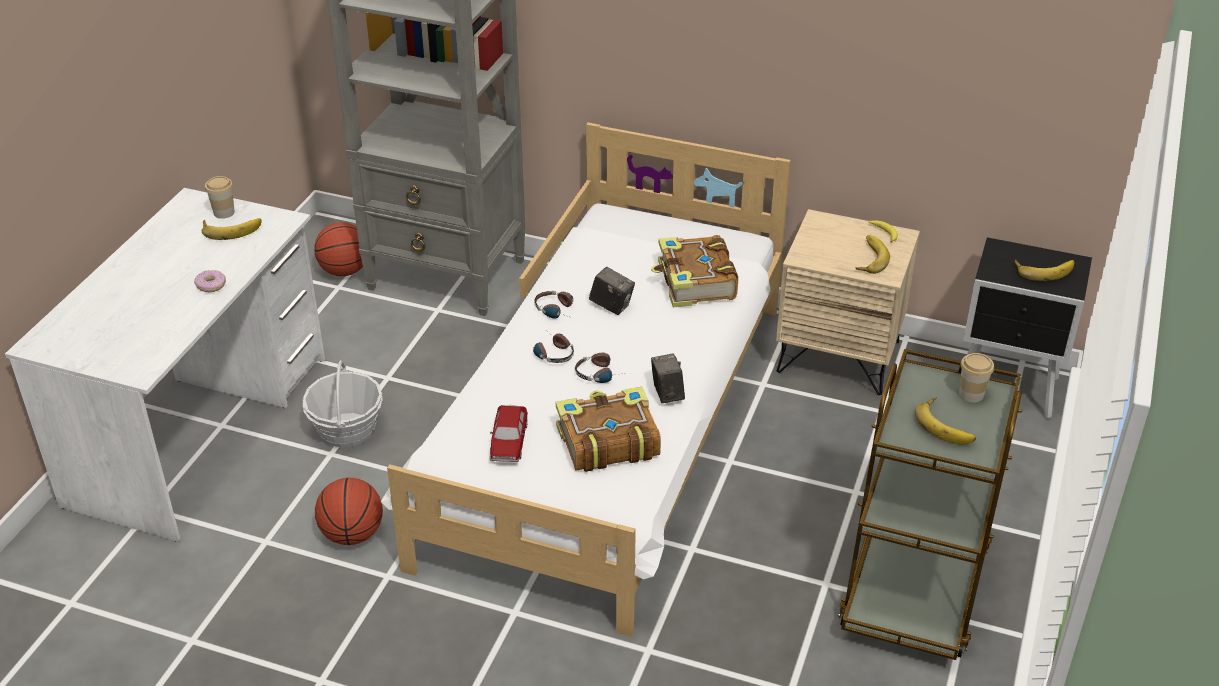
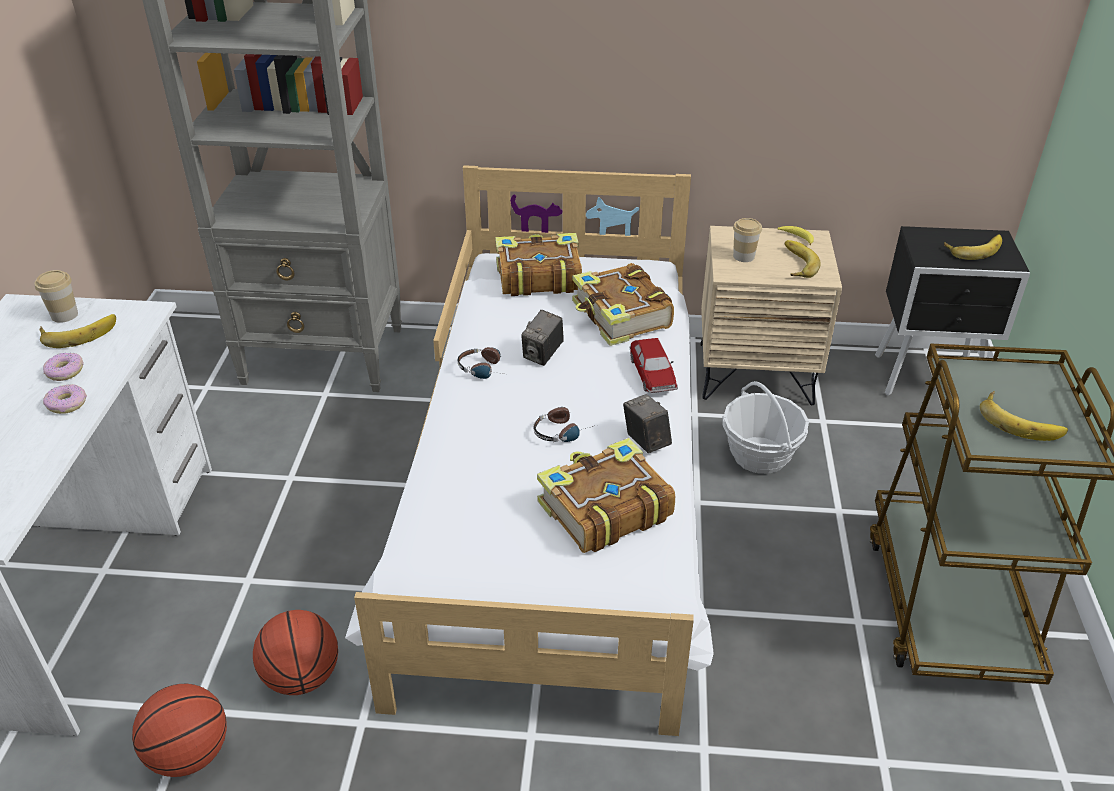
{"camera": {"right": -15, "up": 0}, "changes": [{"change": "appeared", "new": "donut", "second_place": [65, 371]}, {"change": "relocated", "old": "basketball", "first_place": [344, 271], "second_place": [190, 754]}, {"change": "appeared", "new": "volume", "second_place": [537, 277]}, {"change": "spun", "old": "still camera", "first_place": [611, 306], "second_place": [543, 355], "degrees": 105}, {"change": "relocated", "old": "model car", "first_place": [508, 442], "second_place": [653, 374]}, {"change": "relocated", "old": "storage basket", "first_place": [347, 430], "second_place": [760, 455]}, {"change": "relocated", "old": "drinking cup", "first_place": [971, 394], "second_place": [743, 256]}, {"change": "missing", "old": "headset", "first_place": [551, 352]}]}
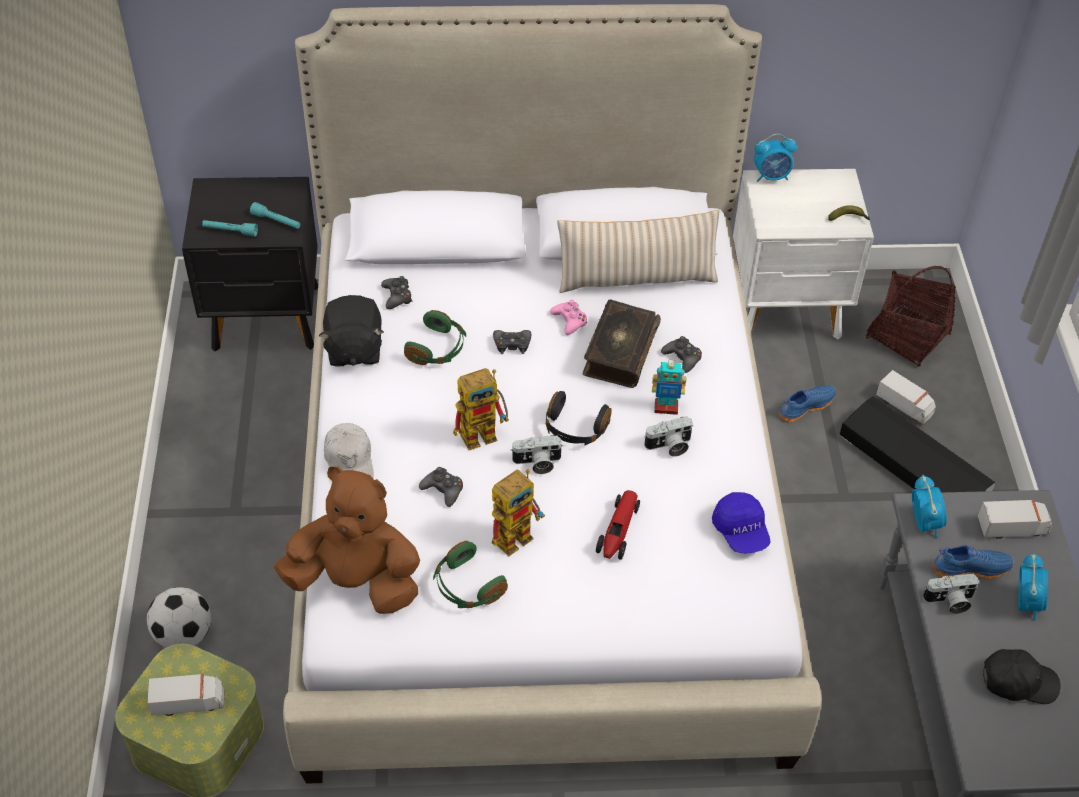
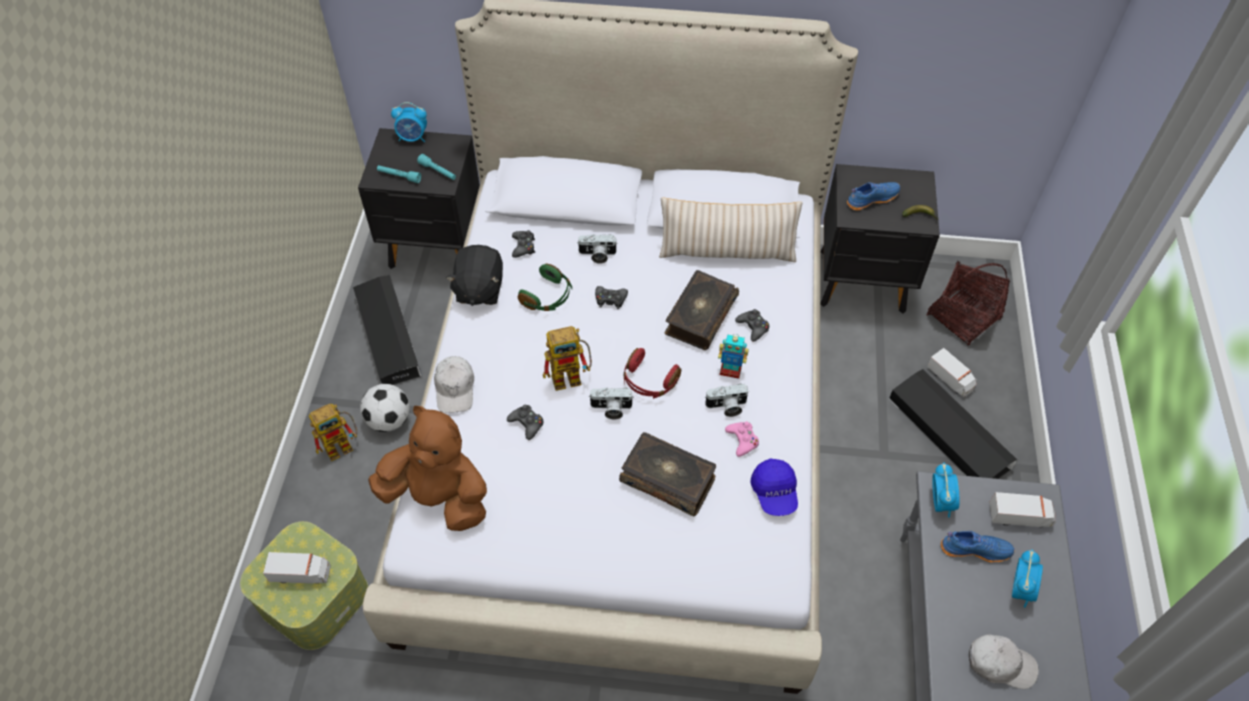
{"camera": {"right": 10, "up": 5}, "changes": [{"change": "relocated", "old": "robot figure", "first_place": [517, 533], "second_place": [343, 444]}, {"change": "appeared", "new": "black-coloured storage bin", "second_place": [388, 335]}, {"change": "relocated", "old": "football", "first_place": [183, 635], "second_place": [389, 420]}, {"change": "relocated", "old": "table clock", "first_place": [771, 176], "second_place": [413, 138]}, {"change": "relocated", "old": "still camera", "first_place": [949, 601], "second_place": [597, 255]}, {"change": "exchanged", "old": "model car", "new": "volume", "first_place": [618, 531], "second_place": [668, 479]}, {"change": "colour", "old": "black-coloured headset", "new": "red-coloured headset", "first_place": [575, 428], "second_place": [649, 381]}, {"change": "relocated", "old": "pink gamepad", "first_place": [569, 321], "second_place": [742, 440]}, {"change": "colour", "old": "white bedside table", "new": "black-coloured bedside table", "first_place": [787, 309], "second_place": [863, 282]}, {"change": "relocated", "old": "blue item of footwear", "first_place": [805, 406], "second_place": [871, 199]}, {"change": "colour", "old": "black-coloured cap", "new": "white cap", "first_place": [1018, 681], "second_place": [1000, 663]}, {"change": "missing", "old": "green headset", "first_place": [467, 586]}]}
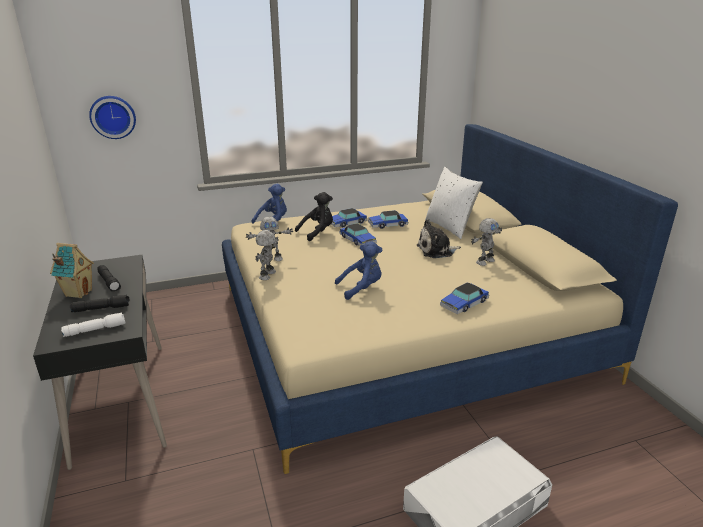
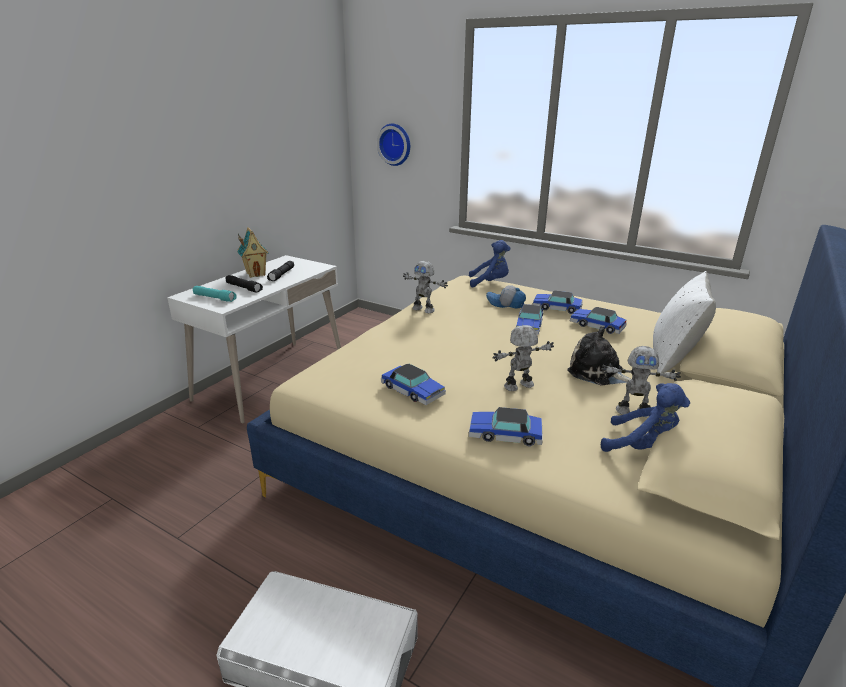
{"camera": {"right": 50, "up": 0}, "changes": [{"change": "colour", "old": "black-coloured desk", "new": "white desk", "first_place": [120, 400], "second_place": [271, 379]}, {"change": "colour", "old": "white flashlight", "new": "blue-green flashlight", "first_place": [95, 329], "second_place": [215, 298]}, {"change": "appeared", "new": "model car", "second_place": [412, 391]}, {"change": "exchanged", "old": "black-coloured cuddly toy", "new": "cap", "first_place": [317, 232], "second_place": [505, 304]}, {"change": "relocated", "old": "robot figure", "first_place": [268, 275], "second_place": [519, 386]}, {"change": "relocated", "old": "blue cuddly toy", "first_place": [361, 288], "second_place": [643, 448]}]}
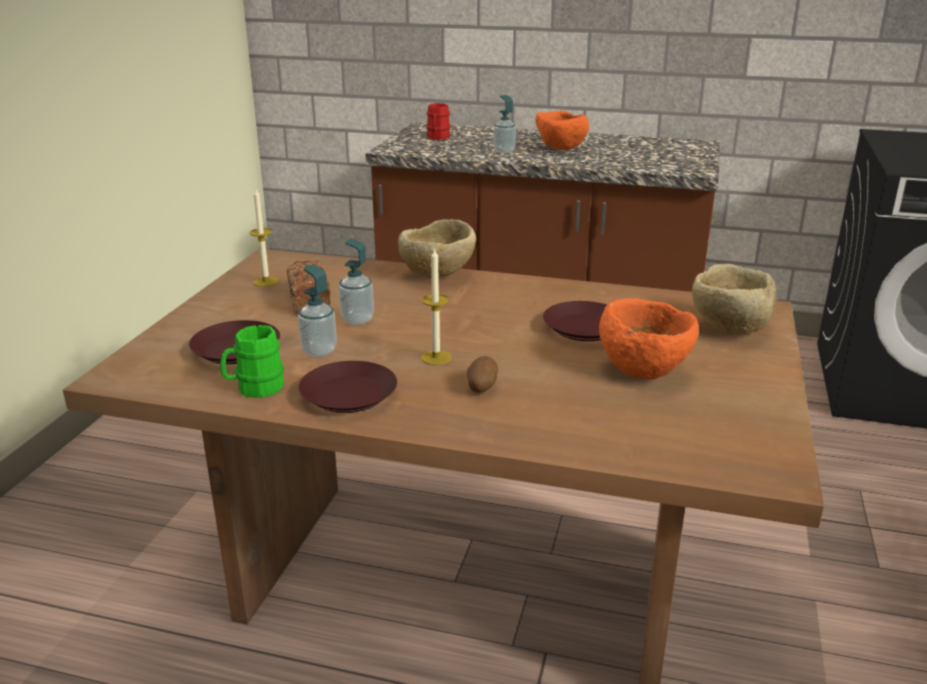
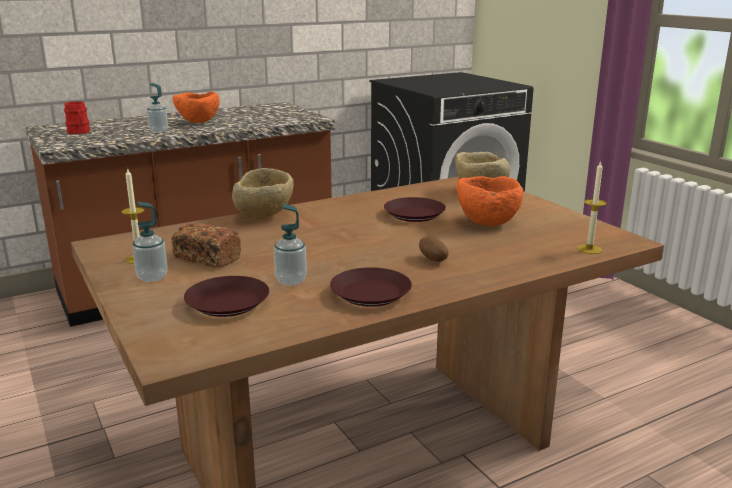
{"camera": {"right": -45, "up": -5}, "changes": [{"change": "relocated", "old": "liquid soap bottle", "first_place": [357, 320], "second_place": [152, 277]}, {"change": "relocated", "old": "wax light", "first_place": [436, 357], "second_place": [589, 249]}, {"change": "missing", "old": "green tea mug", "first_place": [254, 388]}]}
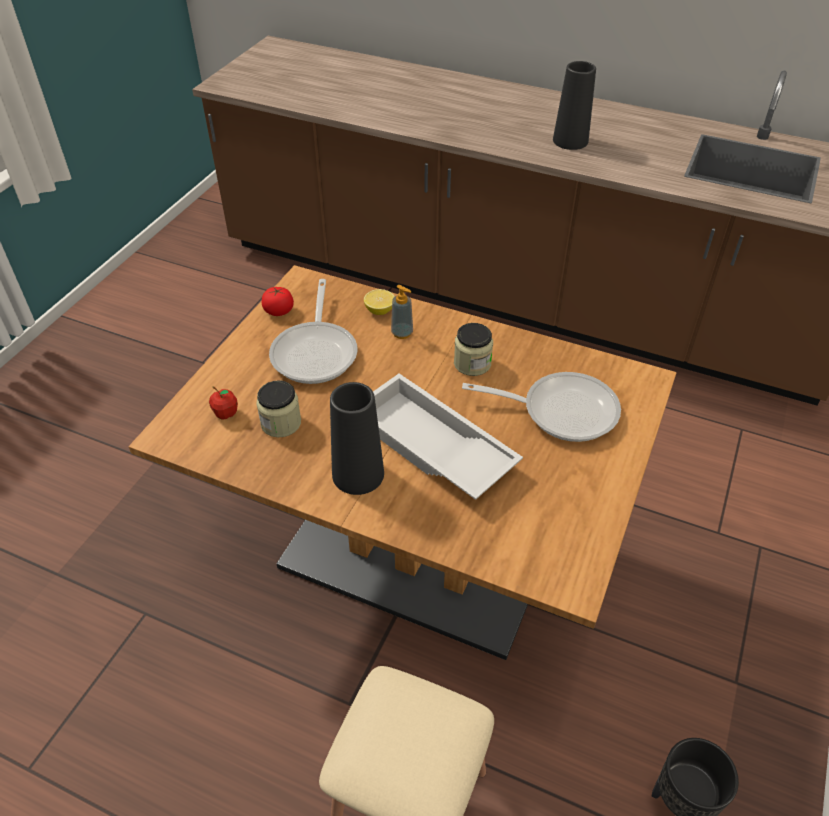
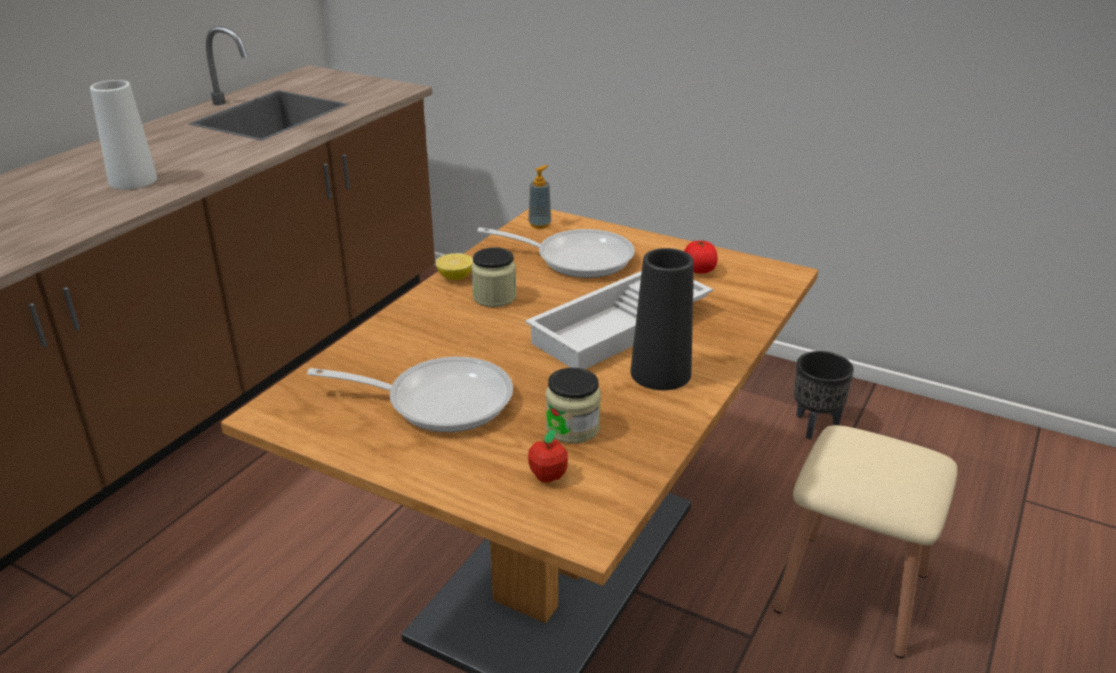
{"camera": {"right": -85, "up": -15}, "changes": [{"change": "colour", "old": "black-coloured decorative vase", "new": "white decorative vase", "first_place": [570, 141], "second_place": [133, 180]}, {"change": "relocated", "old": "citrus fruit", "first_place": [379, 310], "second_place": [455, 277]}, {"change": "spun", "old": "skillet", "first_place": [561, 410], "second_place": [576, 258], "degrees": 90}, {"change": "relocated", "old": "liquid soap bottle", "first_place": [402, 333], "second_place": [540, 224]}, {"change": "relocated", "old": "whole tomato", "first_place": [279, 311], "second_place": [699, 270]}]}
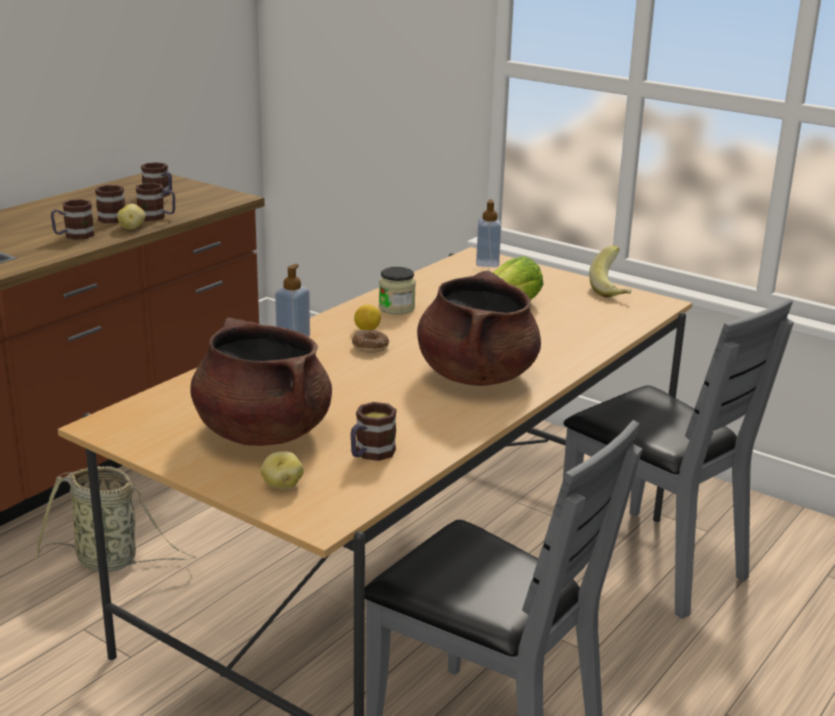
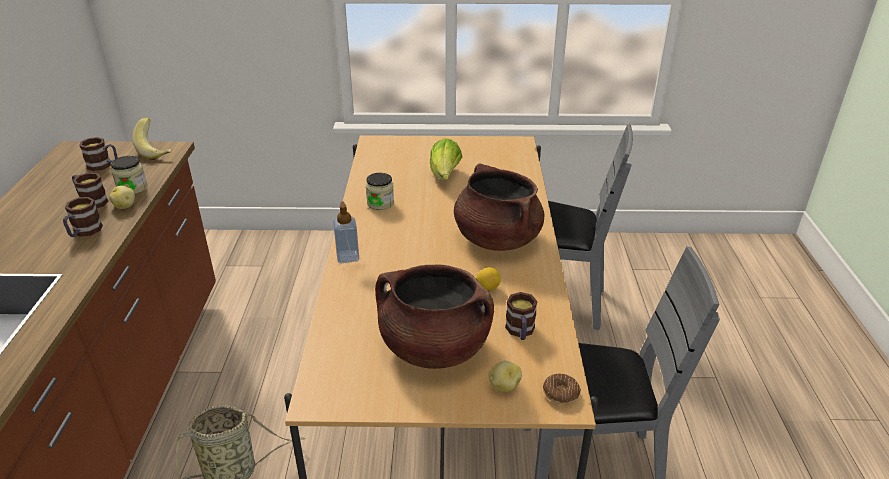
{"camera": {"right": -35, "up": 10}, "changes": [{"change": "exchanged", "old": "tea mug", "new": "jar", "first_place": [157, 217], "second_place": [132, 188]}, {"change": "relocated", "old": "banana", "first_place": [614, 290], "second_place": [157, 151]}, {"change": "relocated", "old": "citrus fruit", "first_place": [367, 330], "second_place": [488, 287]}, {"change": "relocated", "old": "donut", "first_place": [370, 347], "second_place": [560, 393]}, {"change": "missing", "old": "liquid soap bottle", "first_place": [487, 263]}]}
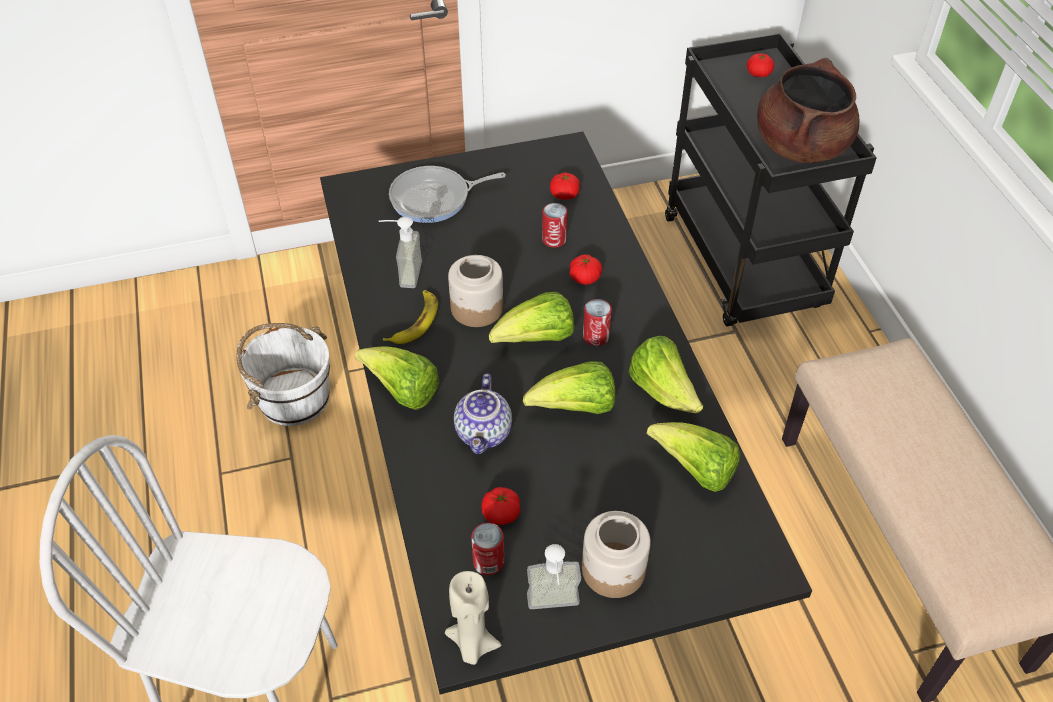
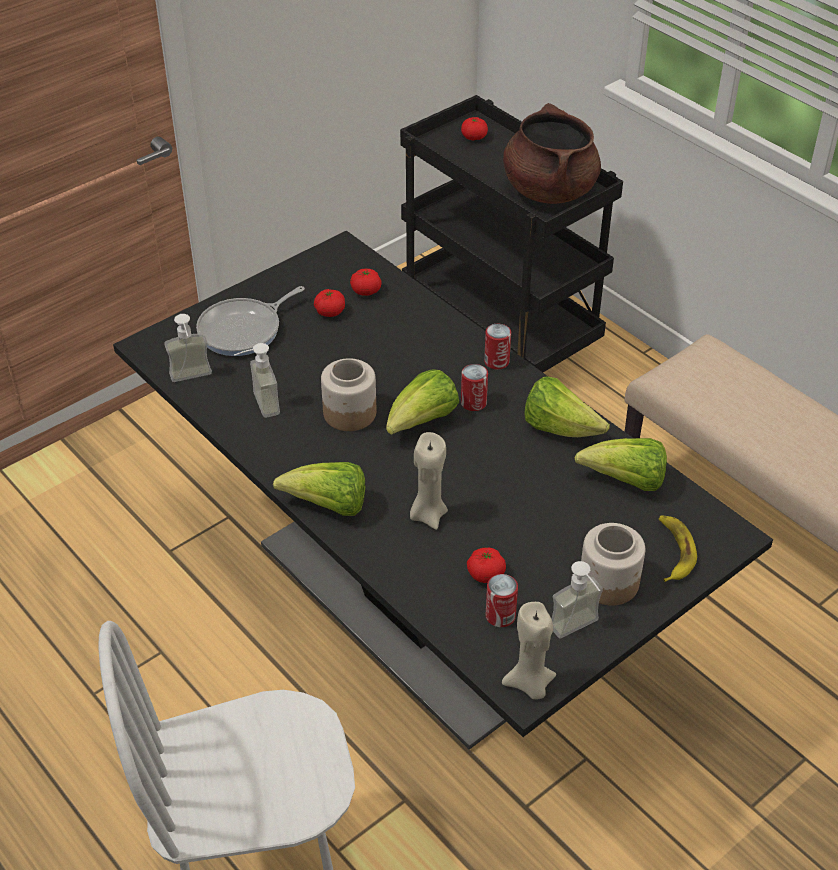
{"camera": {"right": -25, "up": -5}, "changes": [{"change": "appeared", "new": "liquid soap bottle", "second_place": [192, 379]}, {"change": "relocated", "old": "whole tomato", "first_place": [585, 278], "second_place": [330, 312]}, {"change": "exchanged", "old": "teapot", "new": "beige wax light", "first_place": [485, 433], "second_place": [428, 515]}, {"change": "relocated", "old": "can", "first_place": [554, 239], "second_place": [496, 361]}, {"change": "relocated", "old": "banana", "first_place": [415, 321], "second_place": [673, 551]}, {"change": "missing", "old": "white water bucket", "first_place": [293, 397]}, {"change": "missing", "old": "lettuce head", "first_place": [575, 408]}]}
